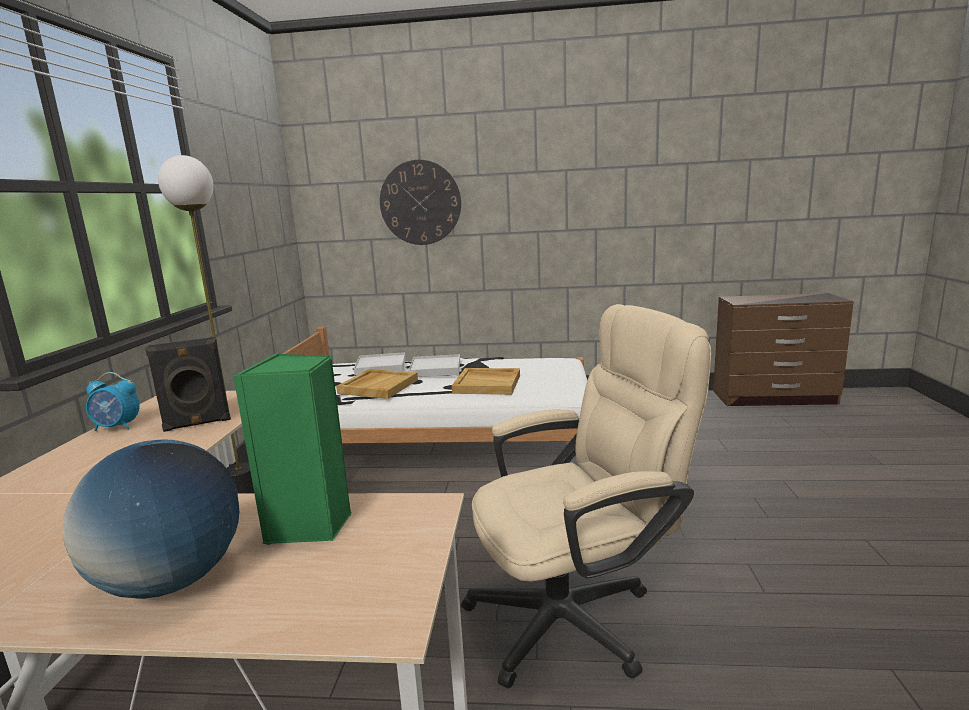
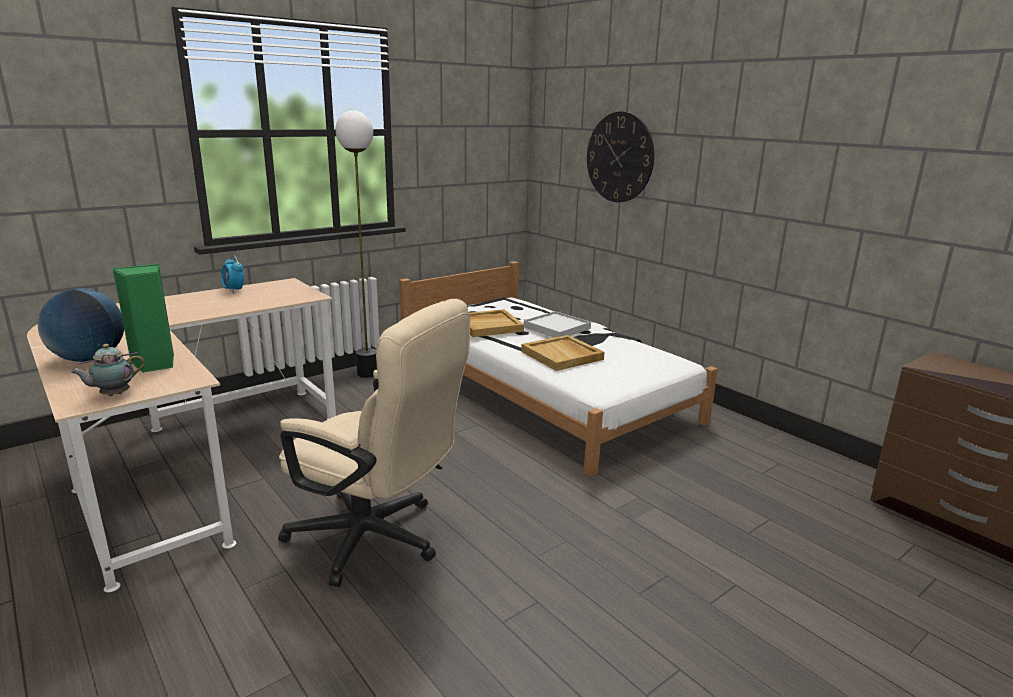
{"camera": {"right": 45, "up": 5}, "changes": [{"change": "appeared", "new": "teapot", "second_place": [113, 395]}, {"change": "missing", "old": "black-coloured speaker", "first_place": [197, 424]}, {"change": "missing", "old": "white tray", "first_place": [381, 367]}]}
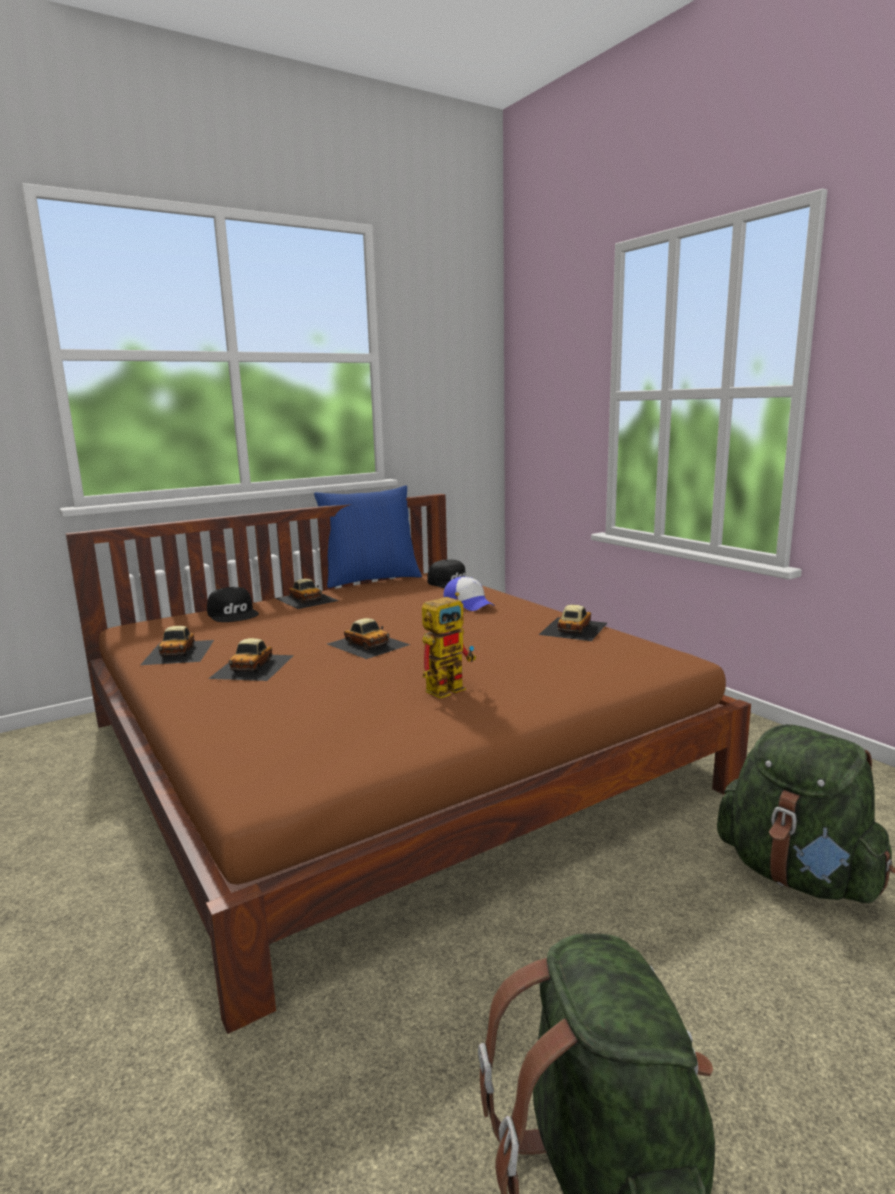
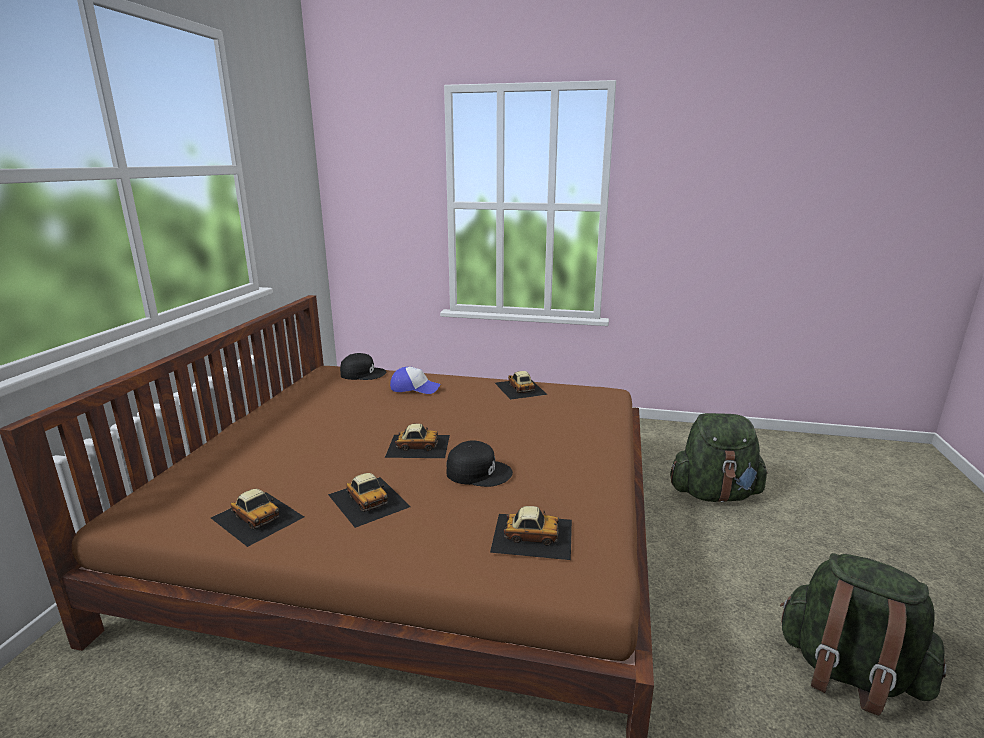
{"camera": {"right": -45, "up": 5}, "changes": [{"change": "relocated", "old": "black-coloured cap", "first_place": [233, 614], "second_place": [478, 472]}, {"change": "relocated", "old": "model car", "first_place": [306, 599], "second_place": [532, 535]}, {"change": "missing", "old": "blue pillow", "first_place": [371, 579]}, {"change": "missing", "old": "robot figure", "first_place": [449, 687]}]}
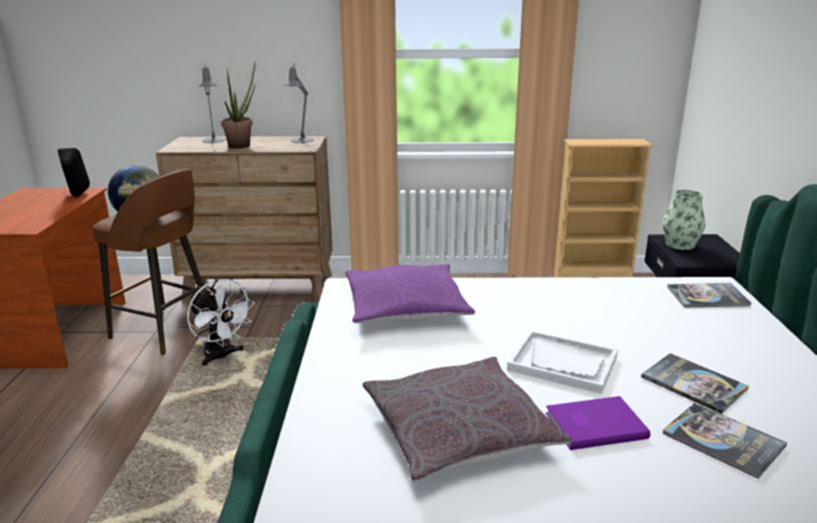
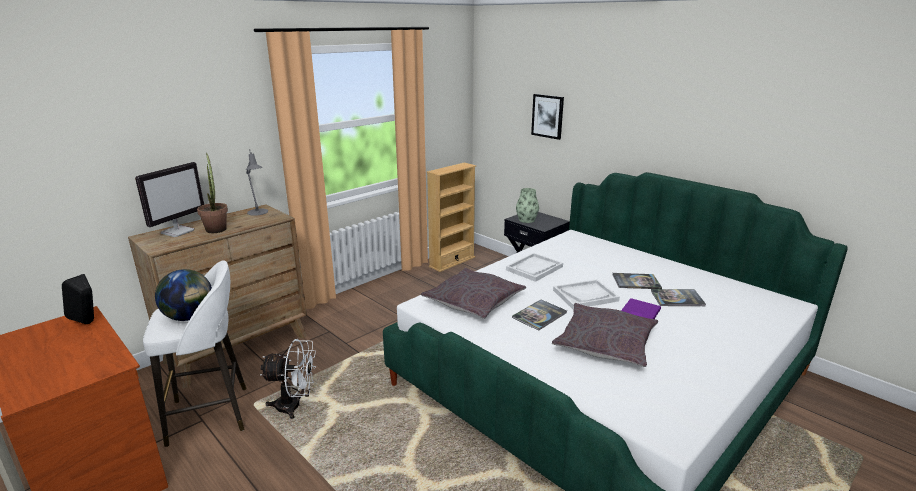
{"camera": {"right": -45, "up": 0}, "changes": [{"change": "exchanged", "old": "gray lamp for a table", "new": "computer screen", "first_place": [214, 141], "second_place": [178, 231]}, {"change": "colour", "old": "brown sitting stool", "new": "white sitting stool", "first_place": [165, 331], "second_place": [212, 415]}, {"change": "colour", "old": "purple-coloured pillow", "new": "gray pillow", "first_place": [405, 307], "second_place": [473, 301]}, {"change": "appeared", "new": "white tray", "second_place": [534, 268]}, {"change": "relocated", "old": "volume", "first_place": [707, 296], "second_place": [539, 315]}, {"change": "appeared", "new": "wall picture", "second_place": [547, 116]}]}
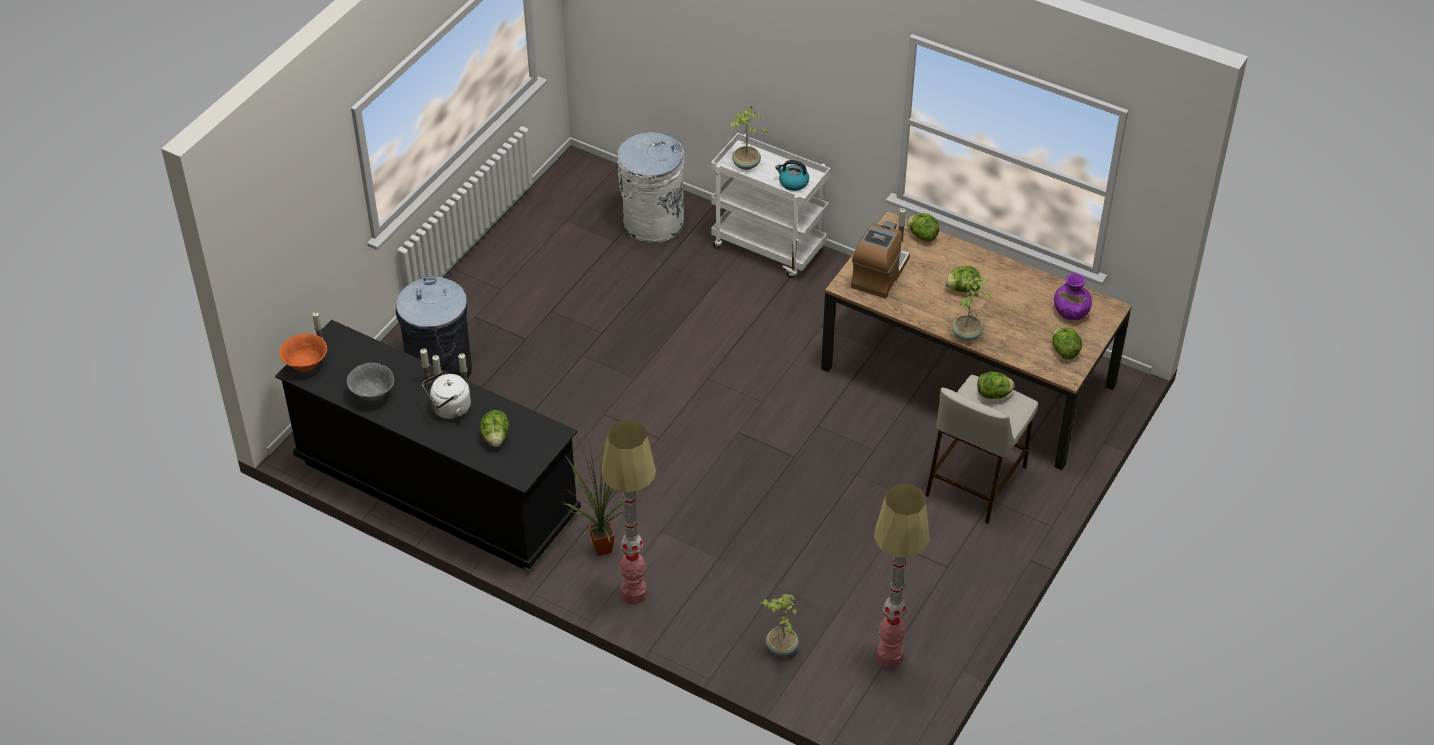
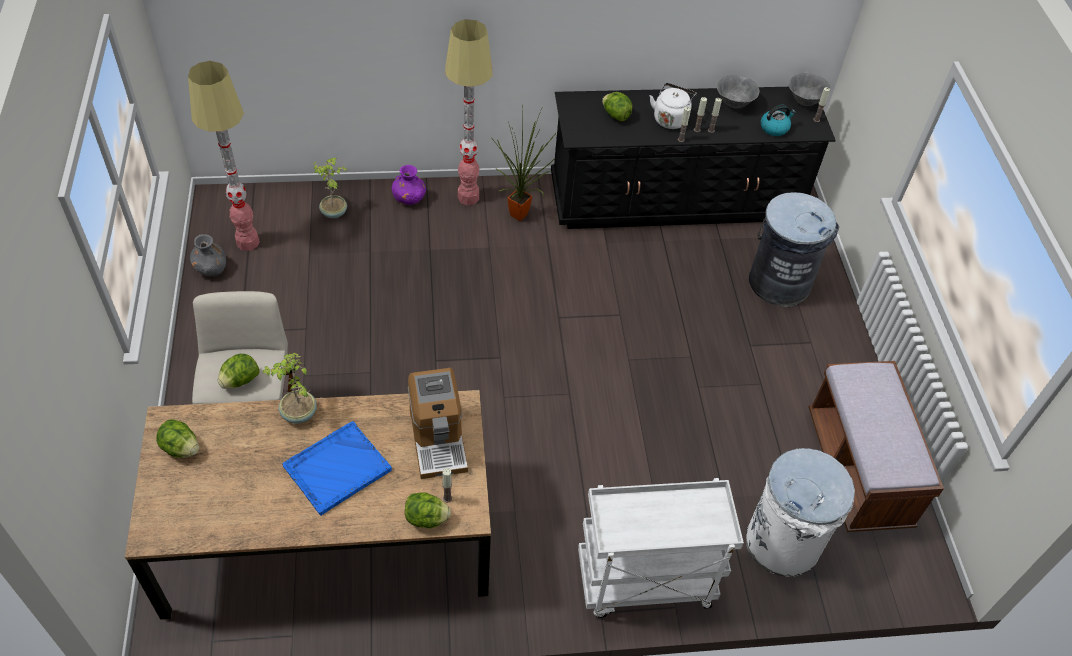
{"camera": {"right": 140, "up": 5}, "changes": [{"change": "appeared", "new": "gray decorative vase", "second_place": [211, 269]}, {"change": "exchanged", "old": "lettuce head", "new": "blue tray", "first_place": [962, 289], "second_place": [336, 469]}, {"change": "relocated", "old": "purple-coloured decorative vase", "first_place": [1070, 312], "second_place": [409, 199]}, {"change": "relocated", "old": "tea kettle", "first_place": [793, 183], "second_place": [774, 128]}, {"change": "colour", "old": "orange bowl", "new": "gray bowl", "first_place": [306, 365], "second_place": [804, 101]}, {"change": "appeared", "new": "brown bench", "second_place": [857, 470]}, {"change": "missing", "old": "houseplant", "first_place": [746, 165]}]}
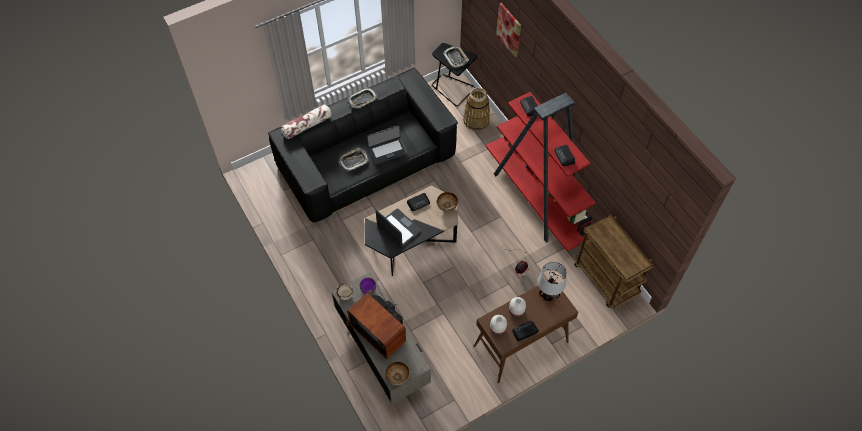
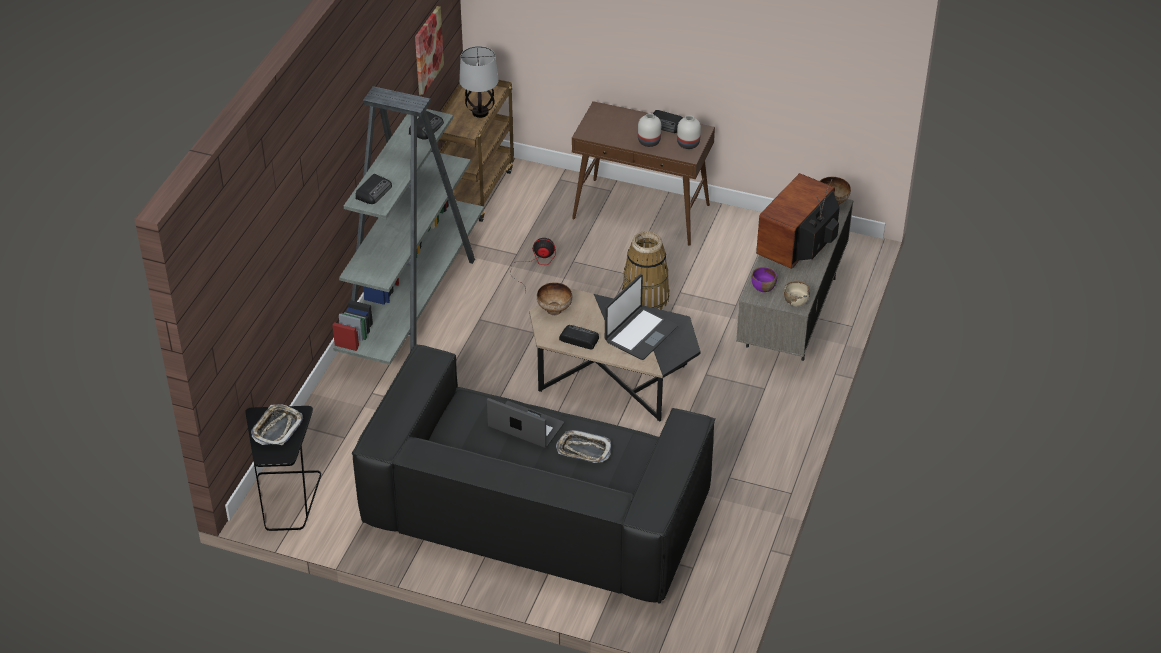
{"camera": {"right": -130, "up": -15}, "changes": [{"change": "colour", "old": "red-coloured bookshelf", "new": "gray bookshelf", "first_place": [537, 199], "second_place": [413, 300]}, {"change": "relocated", "old": "wall picture", "first_place": [509, 29], "second_place": [428, 50]}, {"change": "relocated", "old": "lamp for a table", "first_place": [548, 295], "second_place": [479, 112]}, {"change": "spun", "old": "laptop", "first_place": [398, 228], "second_place": [640, 334], "degrees": -150}, {"change": "relocated", "old": "storage basket", "first_place": [476, 121], "second_place": [645, 297]}, {"change": "spun", "old": "TV", "first_place": [380, 331], "second_place": [799, 246], "degrees": -150}, {"change": "missing", "old": "pillow", "first_place": [307, 125]}, {"change": "missing", "old": "tray", "first_place": [362, 100]}]}
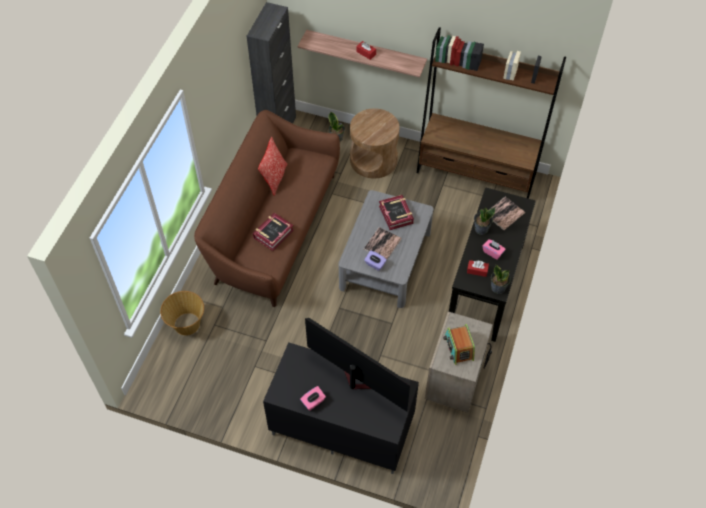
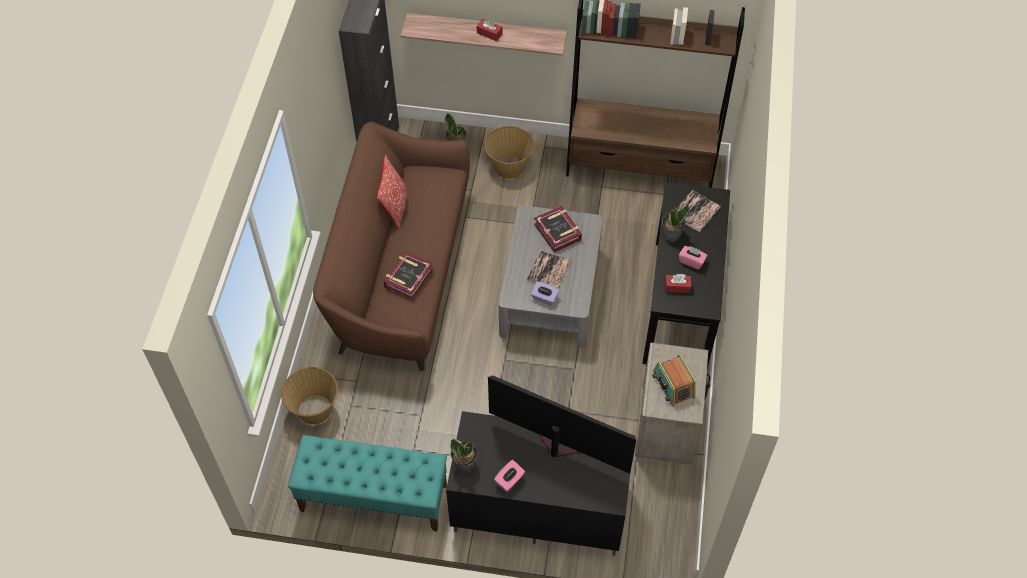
{"camera": {"right": -10, "up": 0}, "changes": [{"change": "appeared", "new": "blue-green bench", "second_place": [373, 497]}, {"change": "relocated", "old": "houseplant", "first_place": [498, 287], "second_place": [464, 464]}, {"change": "exchanged", "old": "brown accent table", "new": "storage basket", "first_place": [373, 160], "second_place": [509, 167]}]}
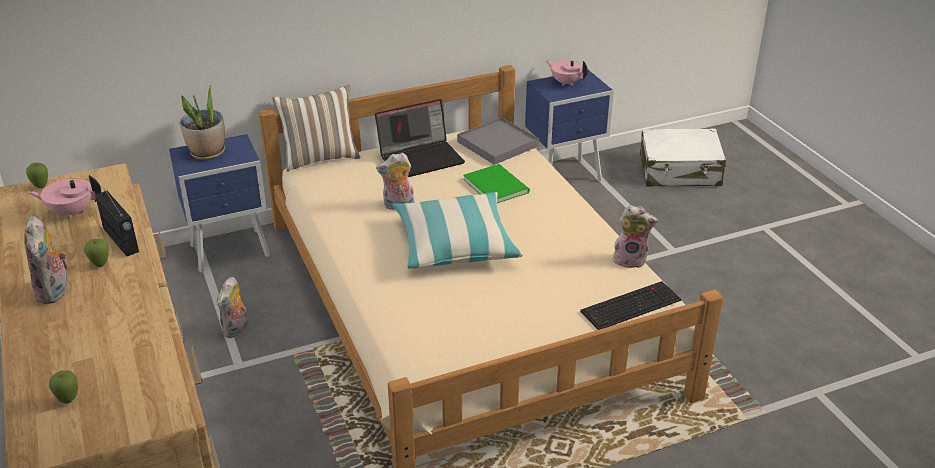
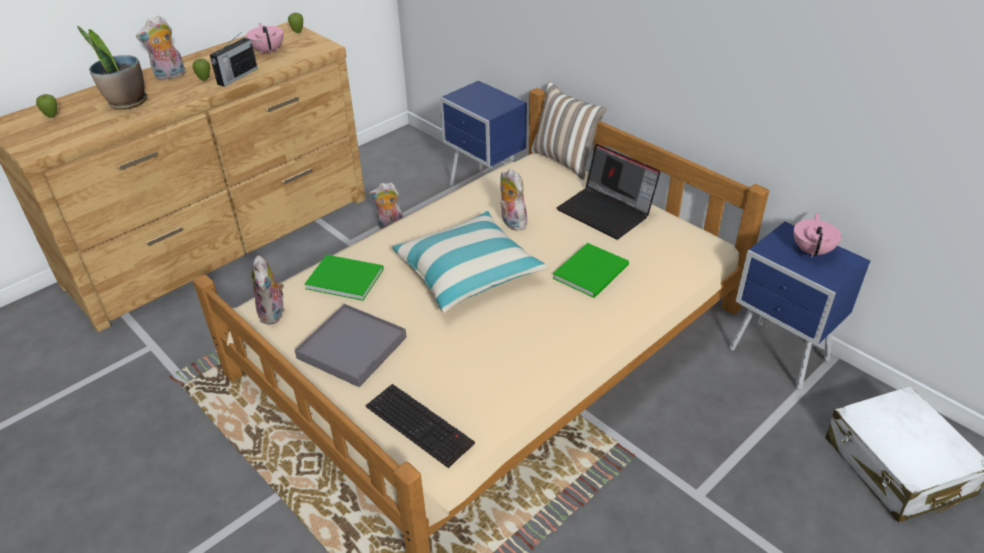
{"camera": {"right": 70, "up": 5}, "changes": [{"change": "relocated", "old": "houseplant", "first_place": [207, 153], "second_place": [127, 102]}, {"change": "relocated", "old": "cuddly toy", "first_place": [630, 259], "second_place": [274, 314]}, {"change": "relocated", "old": "gray tray", "first_place": [497, 144], "second_place": [351, 348]}, {"change": "appeared", "new": "green volume", "second_place": [343, 277]}]}
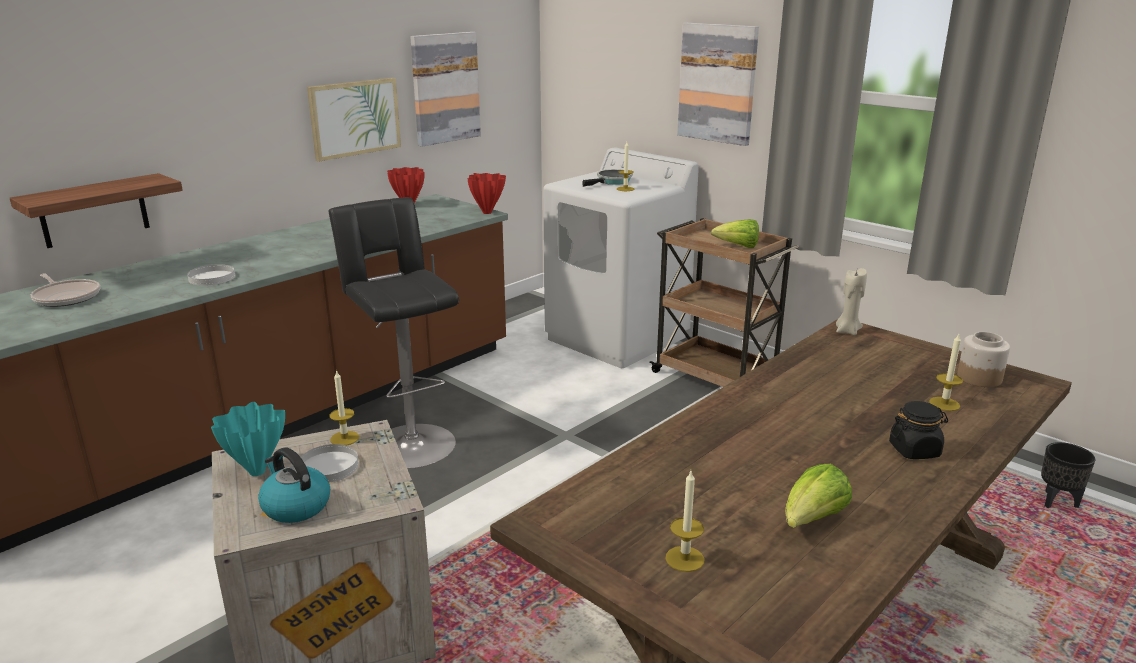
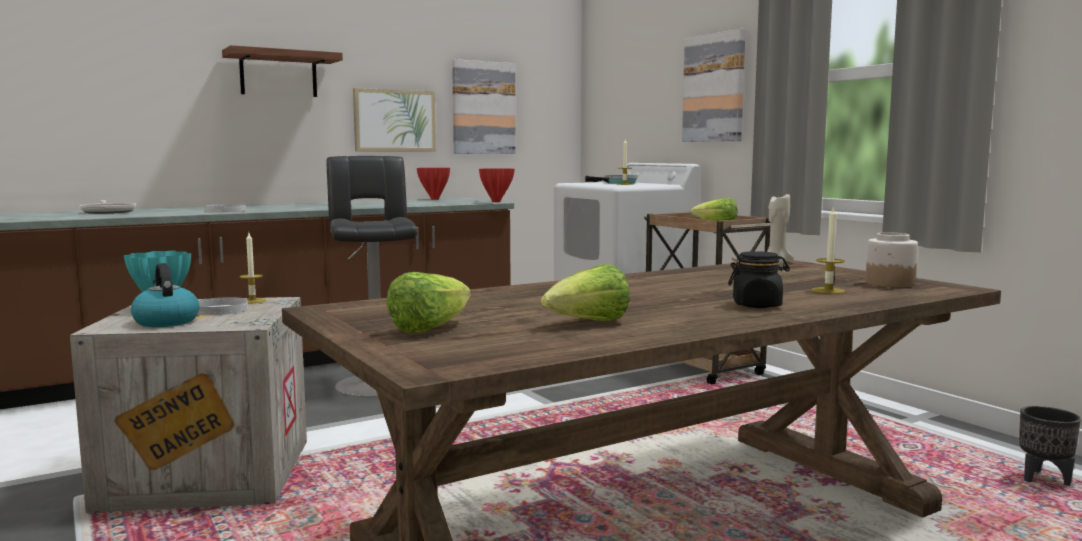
{"camera": {"right": 15, "up": -15}, "changes": [{"change": "relocated", "old": "wall shelf", "first_place": [94, 211], "second_place": [278, 74]}, {"change": "exchanged", "old": "wax light", "new": "lettuce head", "first_place": [684, 559], "second_place": [429, 328]}]}
